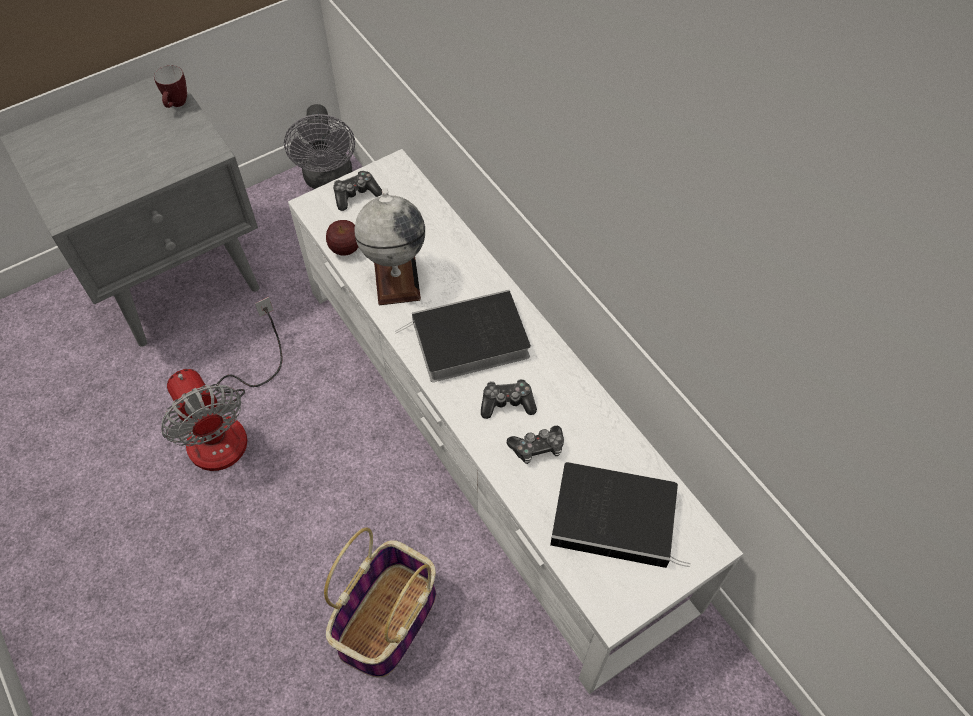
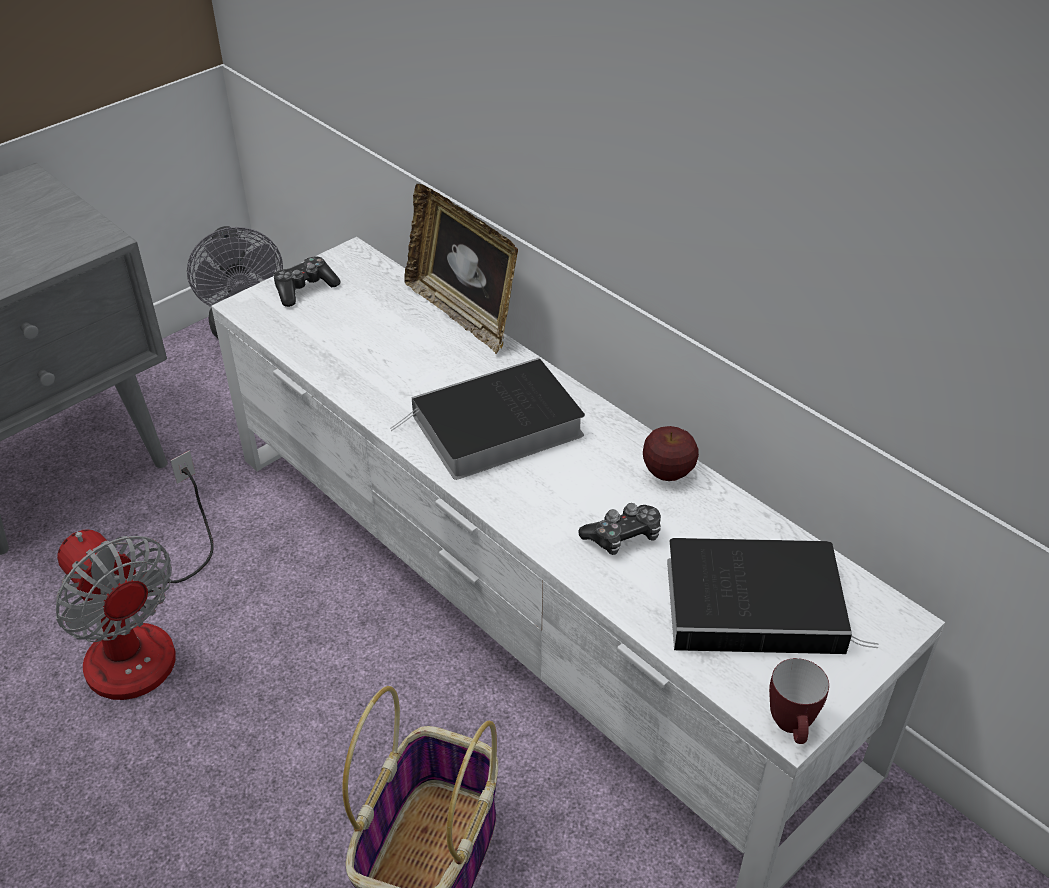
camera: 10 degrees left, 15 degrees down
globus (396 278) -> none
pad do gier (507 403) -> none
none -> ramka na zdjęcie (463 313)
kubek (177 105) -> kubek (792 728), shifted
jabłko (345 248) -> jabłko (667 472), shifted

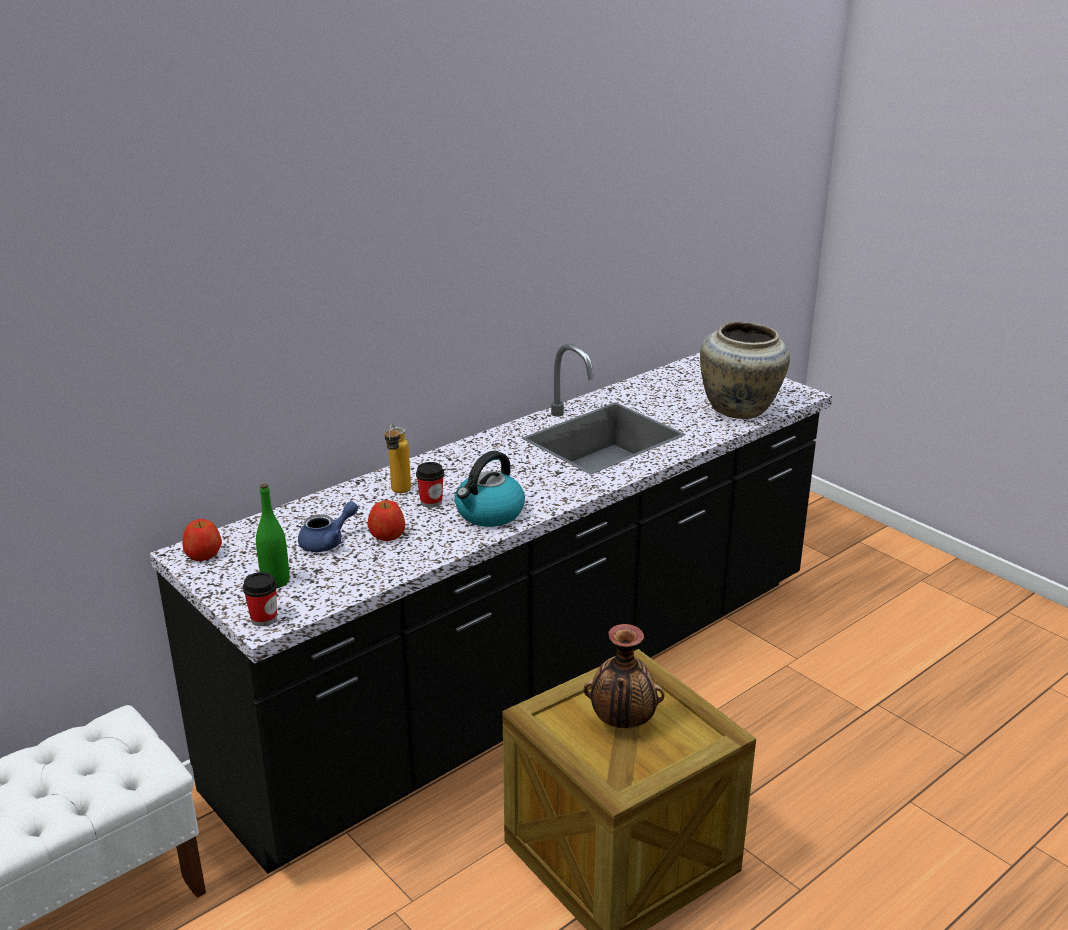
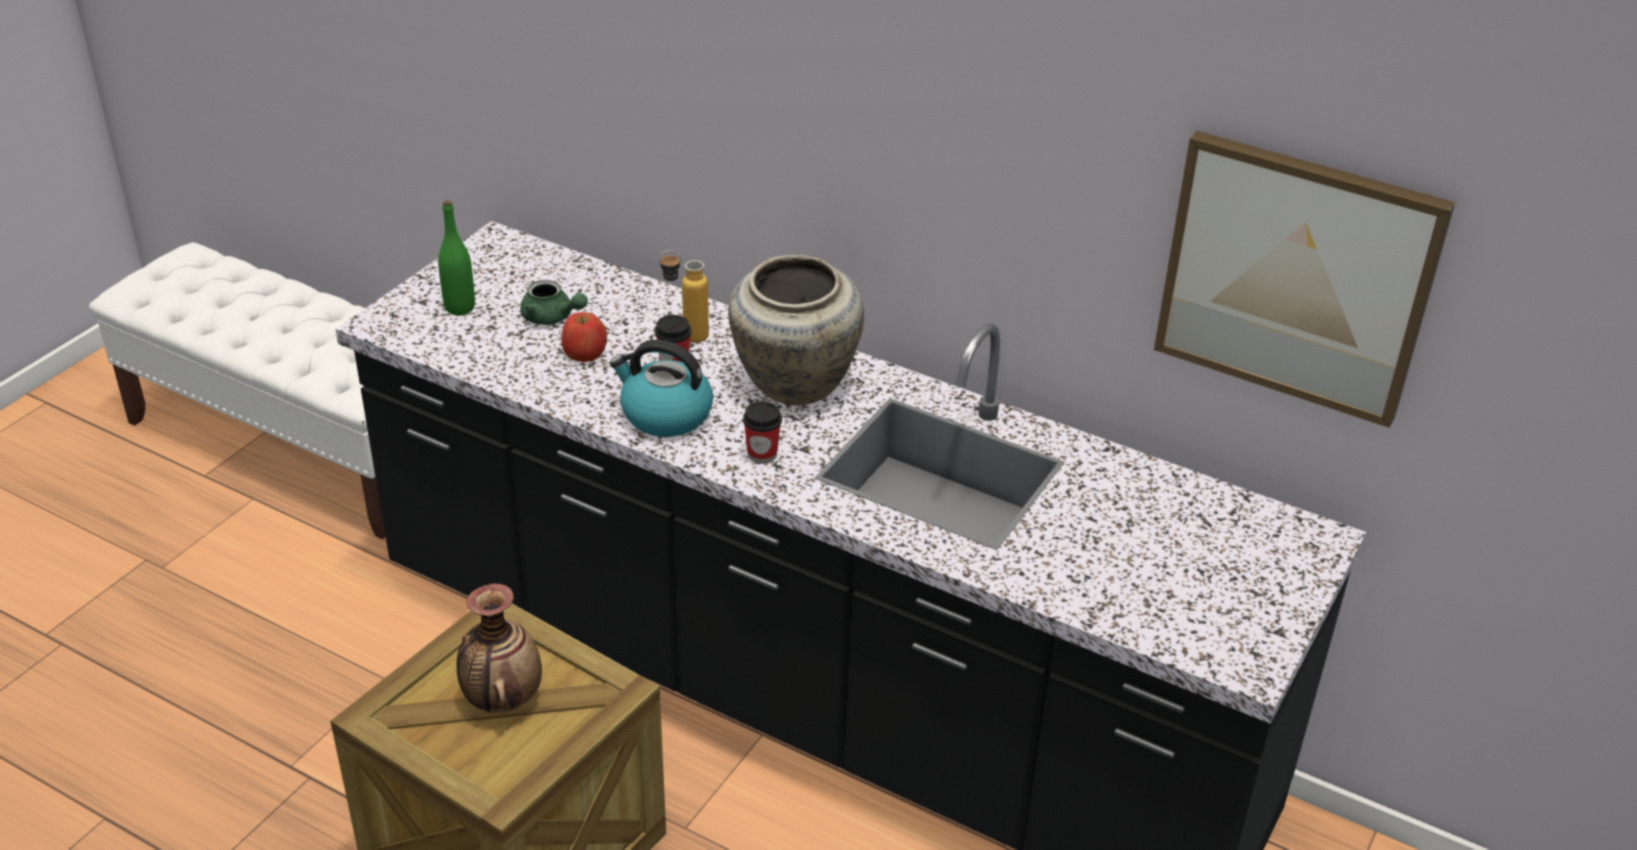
camera: 70 degrees right, 10 degrees up
jabłko (203 554) -> none
none -> obraz (1297 276)
filiżanka (264 618) -> filiżanka (762 454), shifted
wazon [beżowy] (740 410) -> wazon [beżowy] (793 385), shifted
imbryk [niebieski] (328 542) -> imbryk [zielony] (552 318)

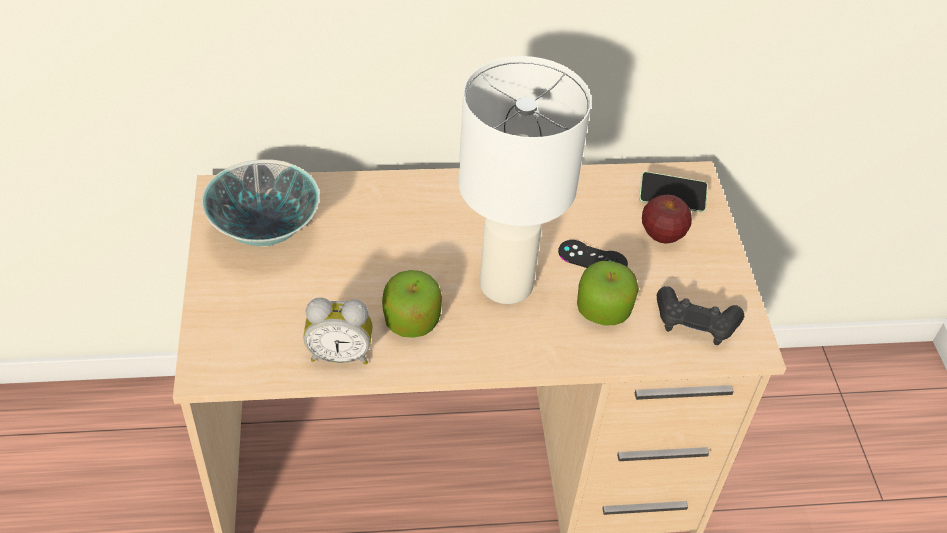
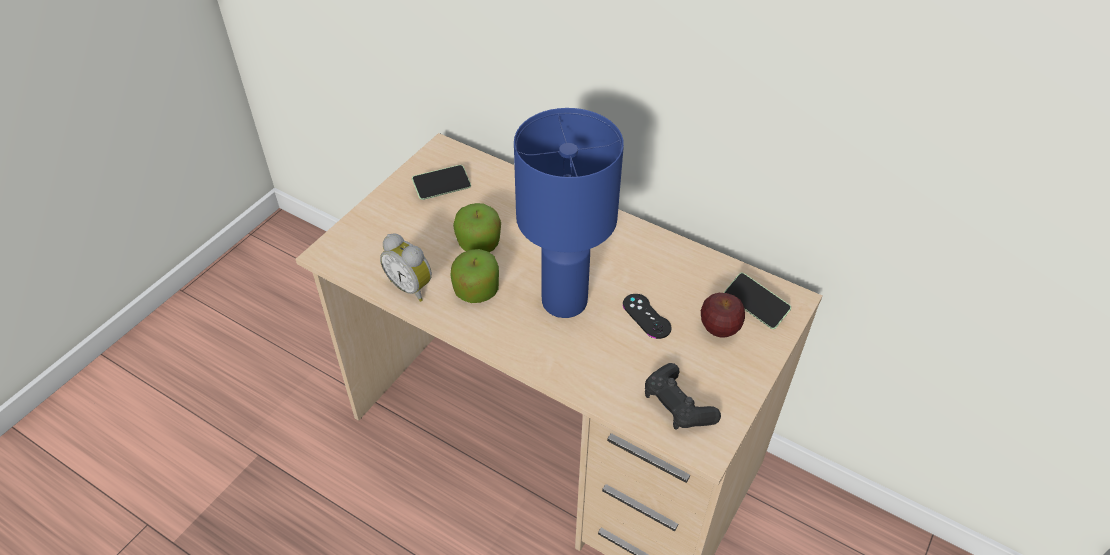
camera: 40 degrees right, 0 degrees up
jabłko (603 310) -> jabłko (479 243), shifted
miska (265 233) -> telefon (442 188)
lampa stołowa [biały] (508 284) -> lampa stołowa [niebieski] (565 301)

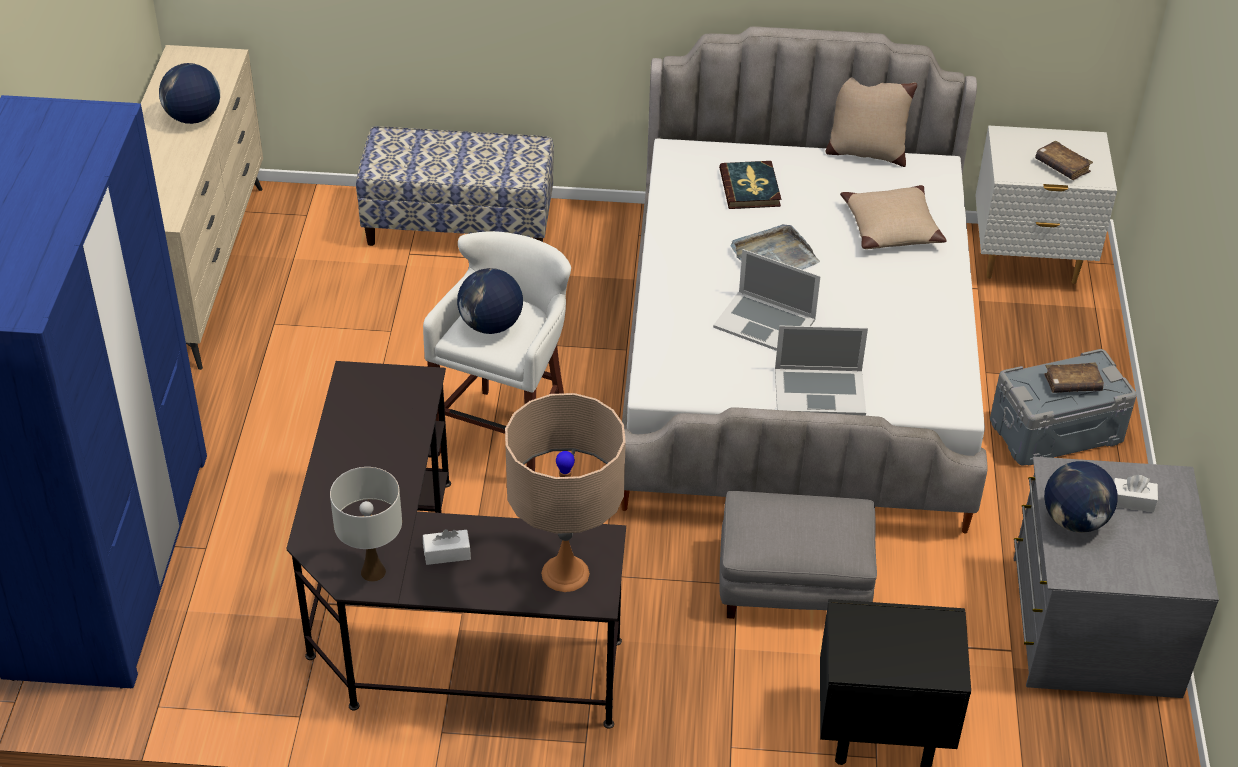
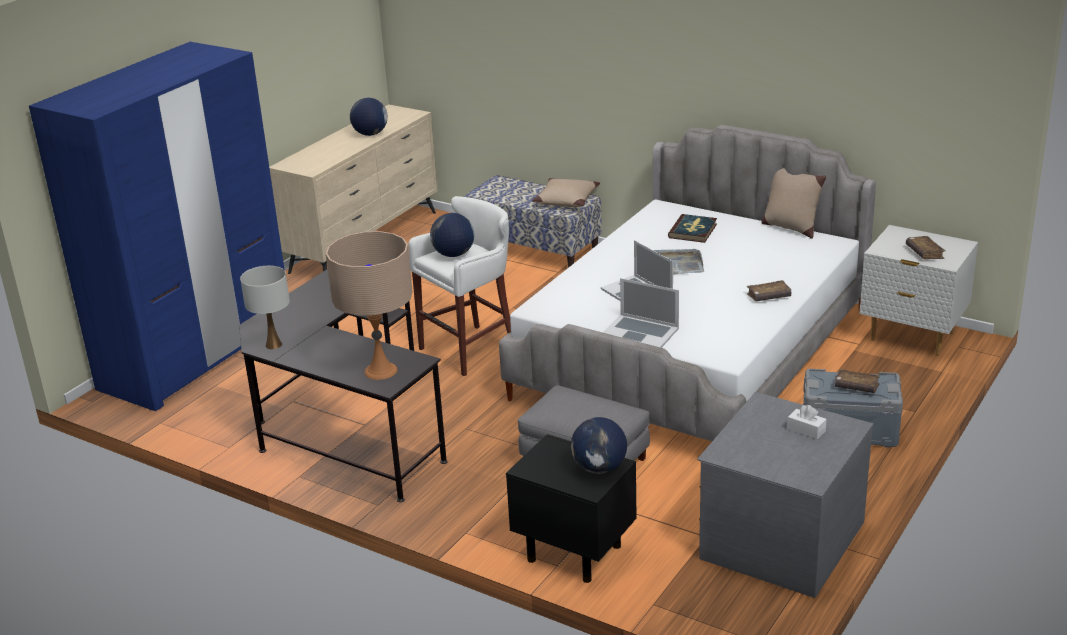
camera: 30 degrees right, 15 degrees down
pudełko chusteczek [biały] (447 553) -> none
none -> książka [brązowy] (769 296)
poduszka [beżowy] (891 227) -> poduszka [beżowy] (566 200), shifted
globus (1074 520) -> globus (599 468), shifted

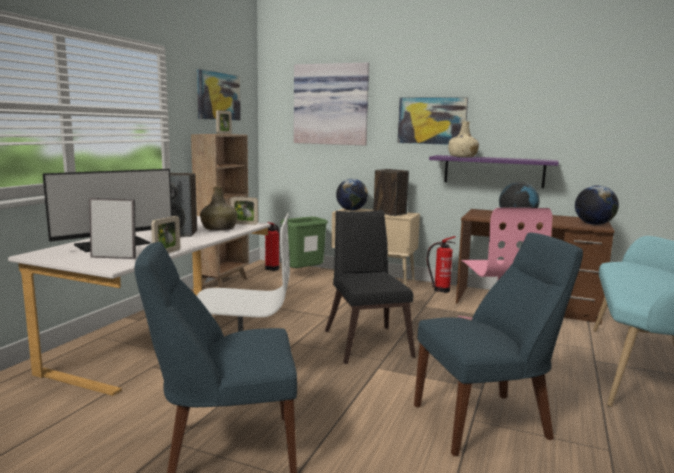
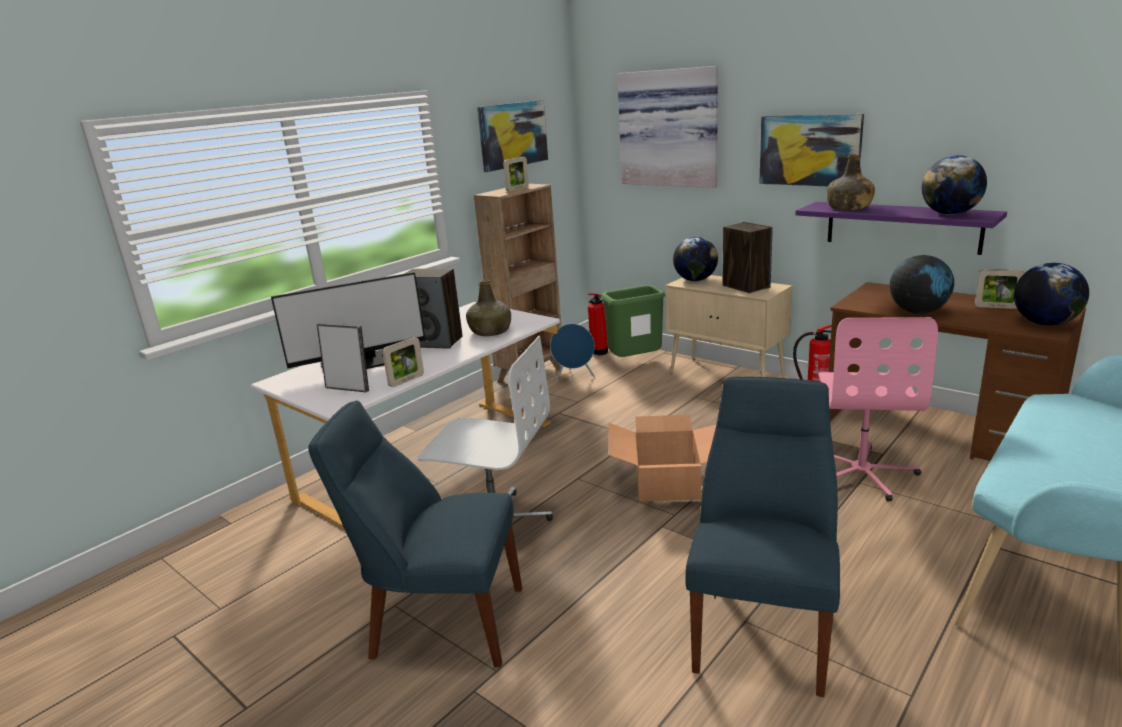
camera: 20 degrees right, 10 degrees up
none -> głośnik [niebieski] (574 378)
none -> globus (950 214)
ramka na zdjęcie (244 224) -> ramka na zdjęcie (996 307), shifted
krzesło [czarny] (367 341) -> karton (668 482)
butelka [beżowy] (462 156) -> butelka [zielony] (849 208)
krzesło [niebieski] (487 421) -> krzesło [niebieski] (763 626), 75 degrees counterclockwise

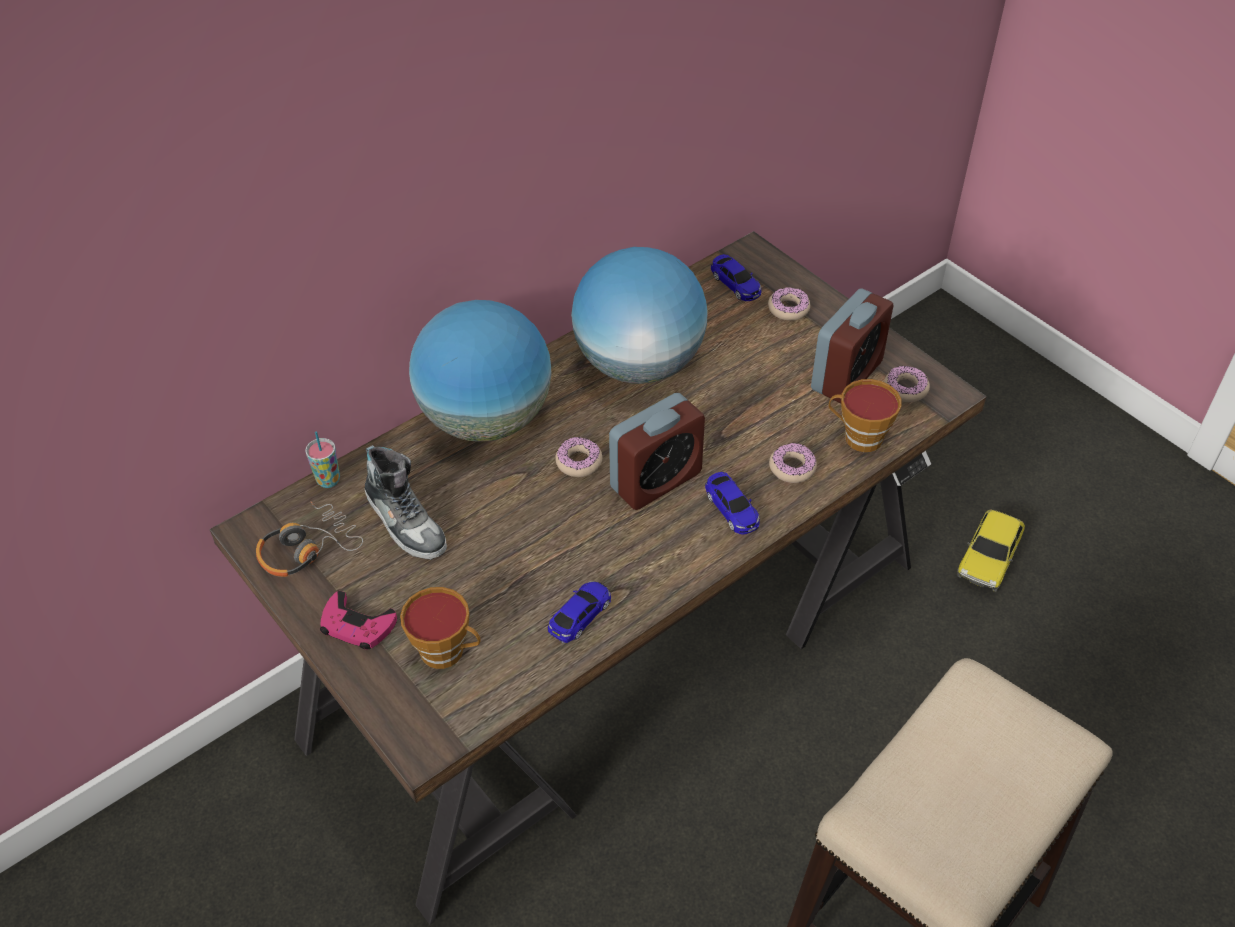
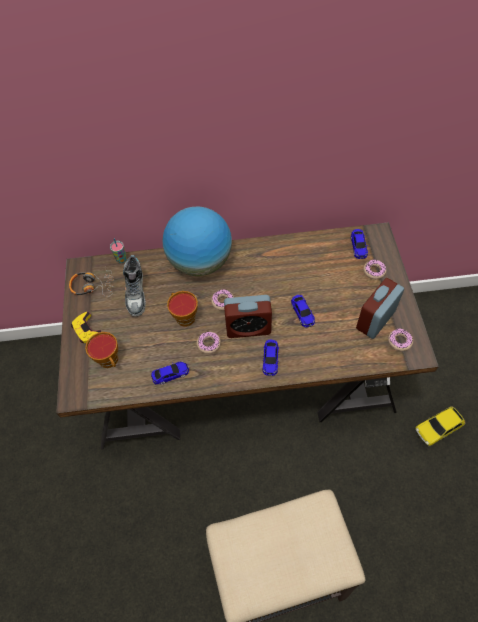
camera: 35 degrees right, 10 degrees up
globus (639 364) -> none
none -> samochodzik (302 313)
donut (792 468) -> donut (209 344), shifted
filiżanka (858 437) -> filiżanka (184 316), shifted
pad do gier [różowy] (357 625) -> pad do gier [żółty] (86 330)
budzik (846 376) -> budzik (375 320), 150 degrees clockwise

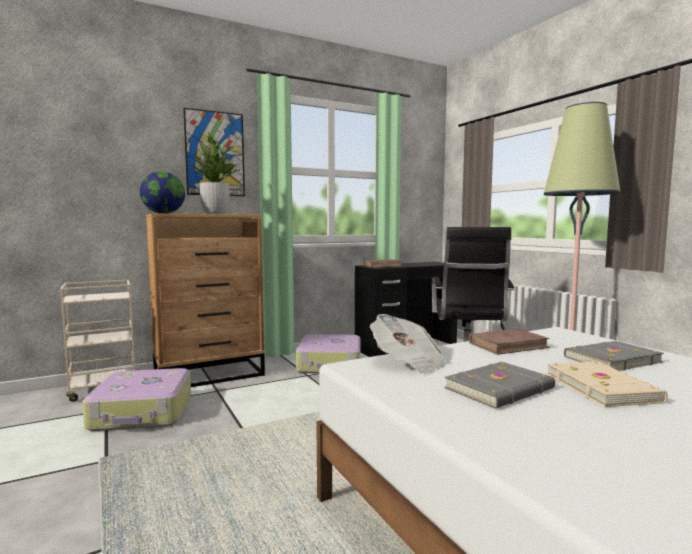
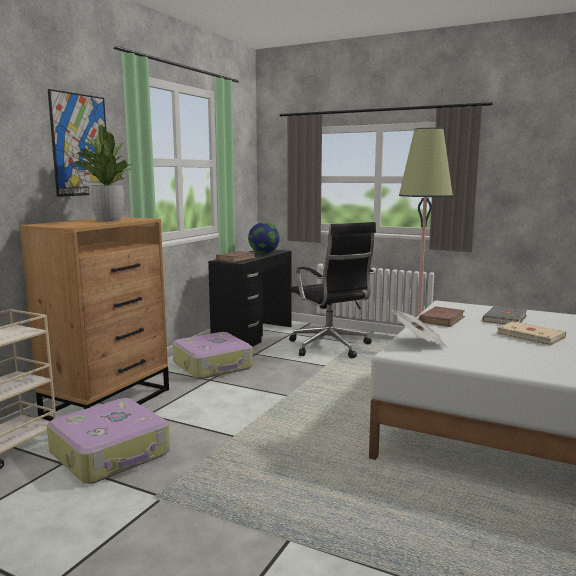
camera: 35 degrees left, 5 degrees up
książka [szary] (501 389) -> none
globus (163 213) -> globus (264 253), shifted

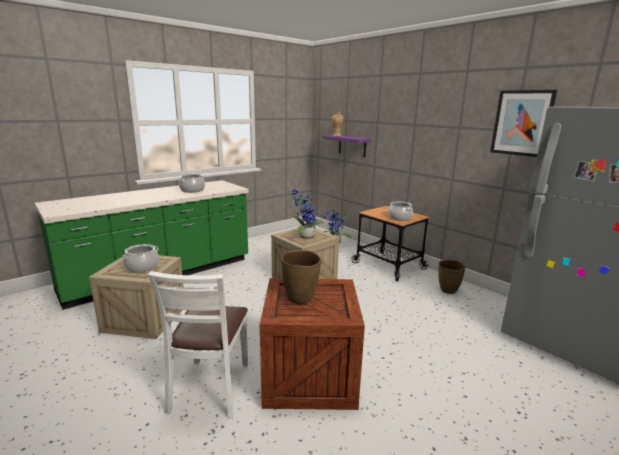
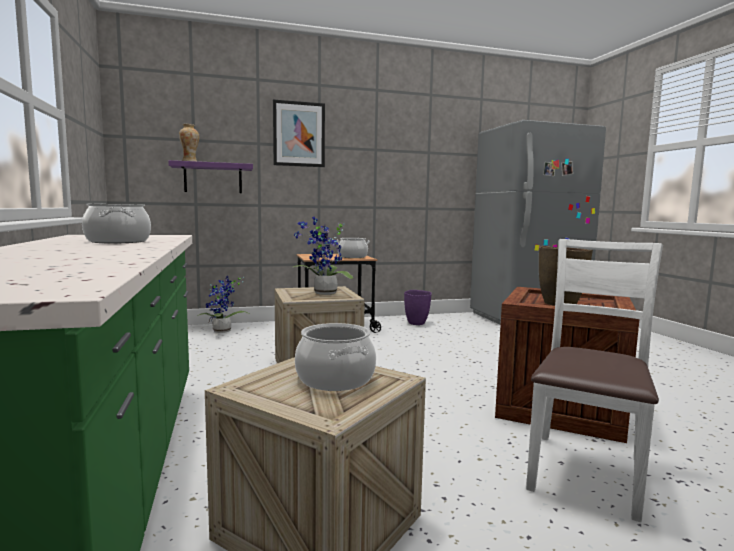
camera: 65 degrees left, 10 degrees down
obraz (522 123) -> obraz (299 134), shifted
wazon [brązowy] (448 290) -> wazon [fioletowy] (416 323)
krzesło [biały] (210 387) -> krzesło [biały] (586 472), 90 degrees counterclockwise

